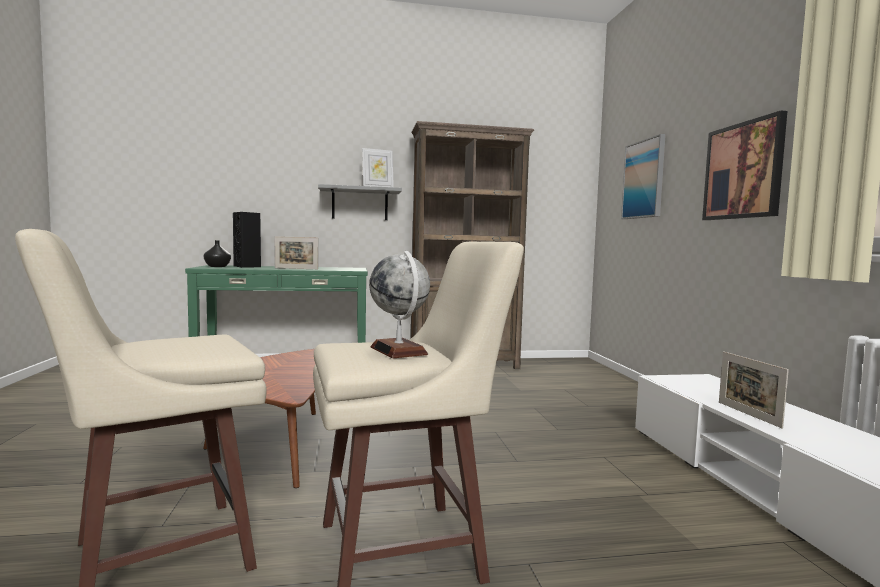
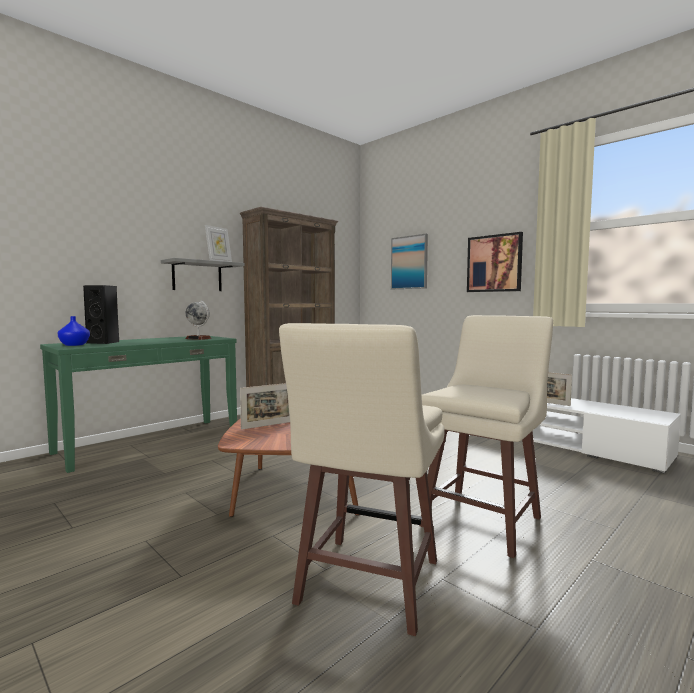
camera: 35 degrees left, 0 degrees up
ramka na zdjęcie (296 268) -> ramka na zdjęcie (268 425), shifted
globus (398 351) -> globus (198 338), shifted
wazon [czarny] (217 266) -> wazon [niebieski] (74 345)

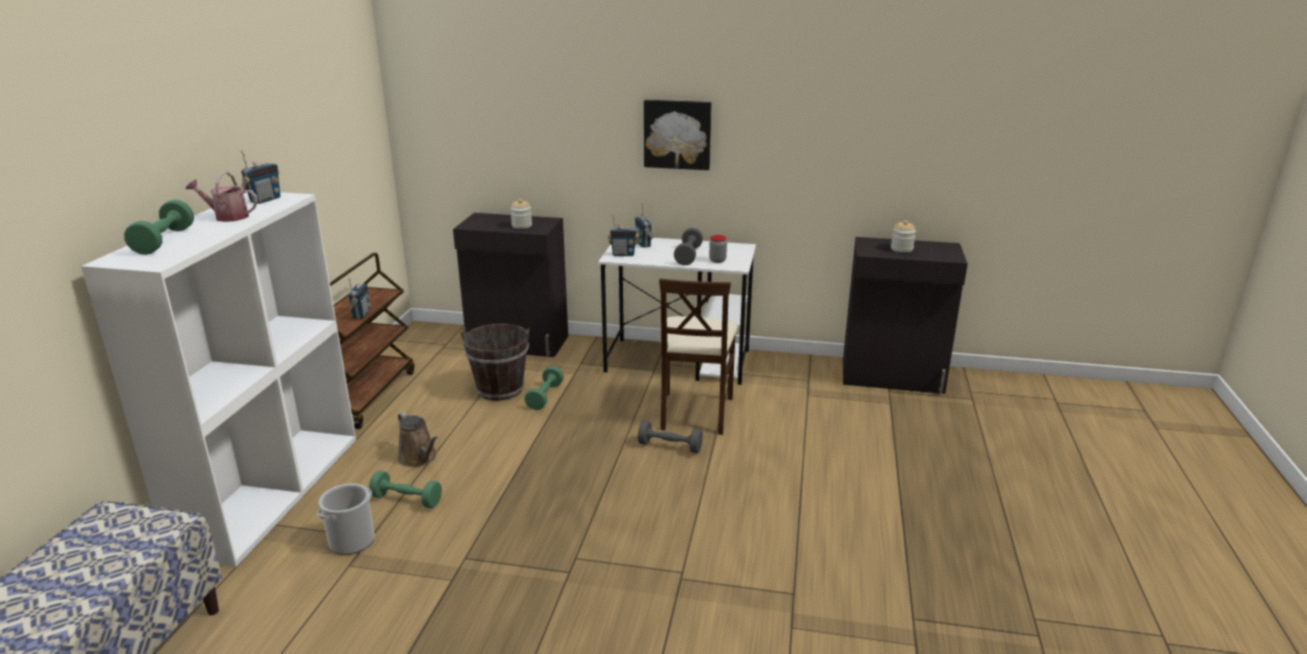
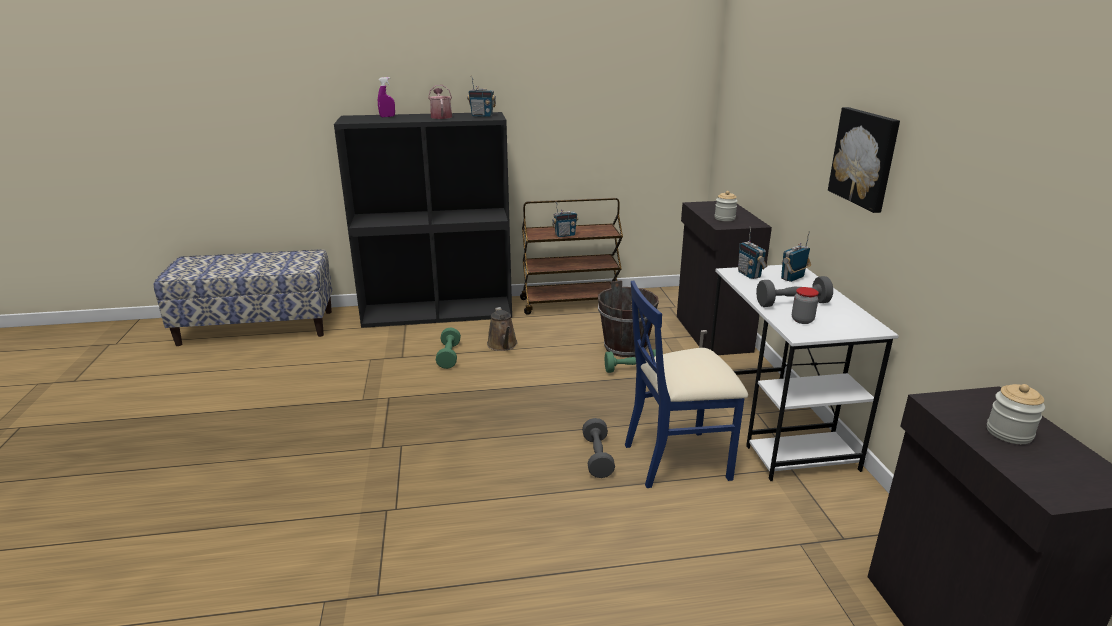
camera: 70 degrees right, 0 degrees up
wiadro (352 541) -> none
hantel [zielony] (164 241) -> spryskiwacz [fioletowy] (387 116)
regał [biały] (271 491) -> regał [czarny] (439 312)
krzesło [beżowy] (695 412) -> krzesło [niebieski] (677 459)
konewka [brązowy] (419 458) -> konewka [brązowy] (503 345), 45 degrees counterclockwise

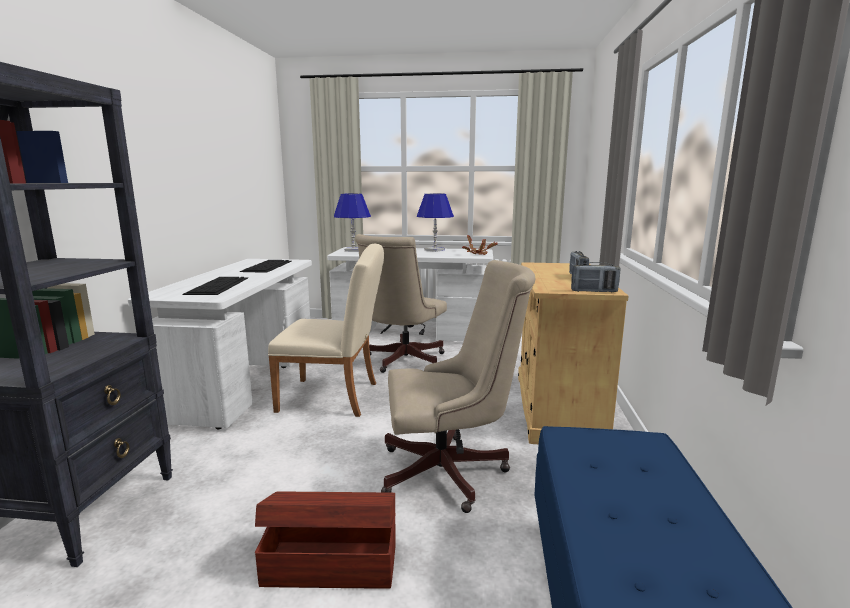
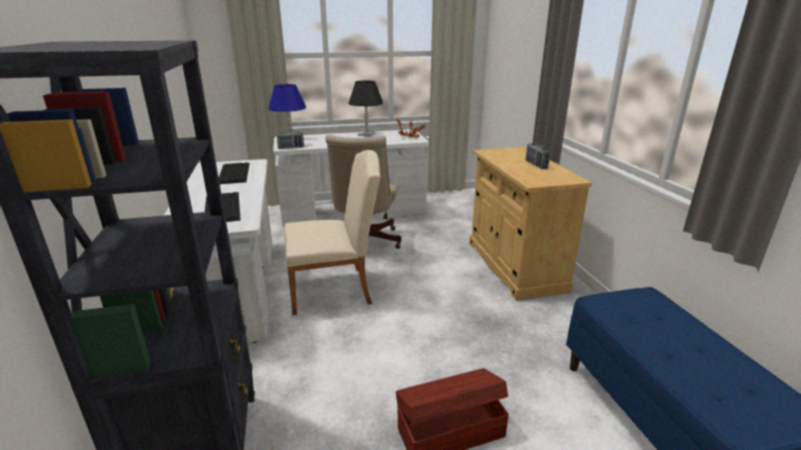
camera: 20 degrees left, 10 degrees up
krzesło biurowe [beżowy] (451 472) -> none
radio (594 291) -> radio (291 148), shifted
lampa stołowa [niebieski] (434 250) -> lampa stołowa [czarny] (366 134)

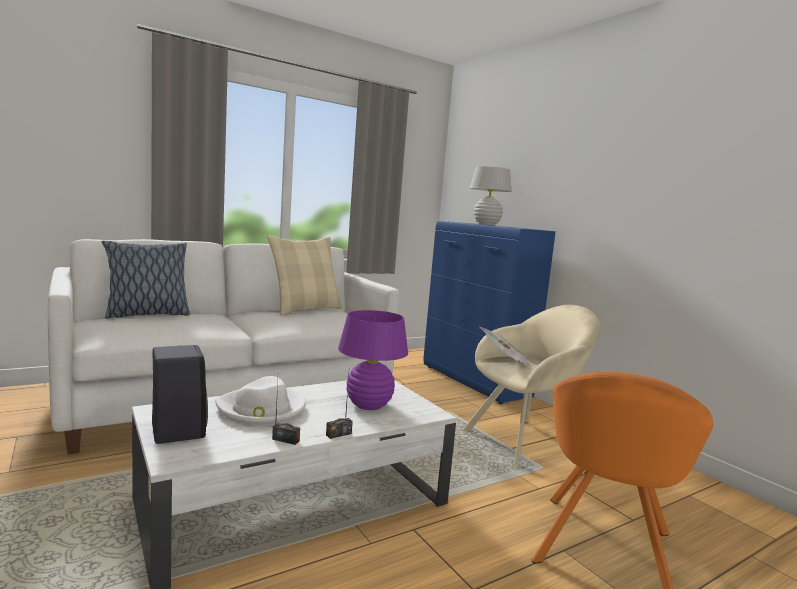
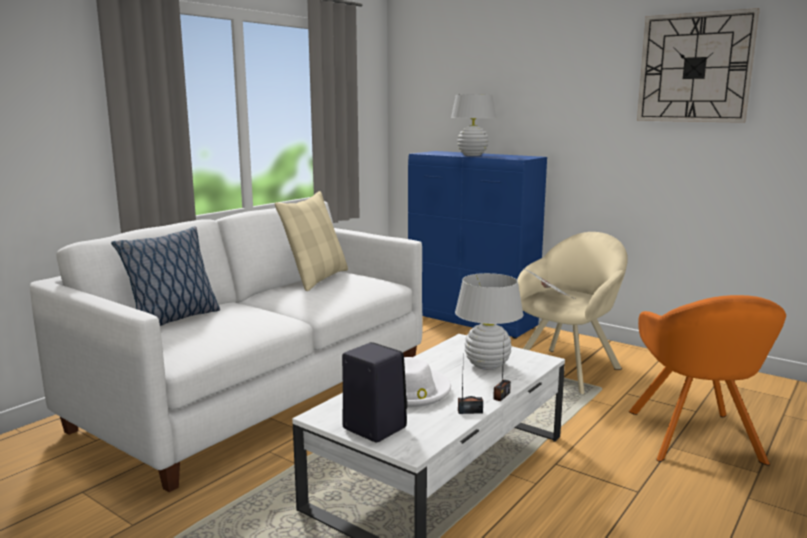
camera: 20 degrees left, 5 degrees up
none -> zegar ścienny (695 68)
lampa stołowa [fioletowy] (369 405) -> lampa stołowa [biały] (487 365)

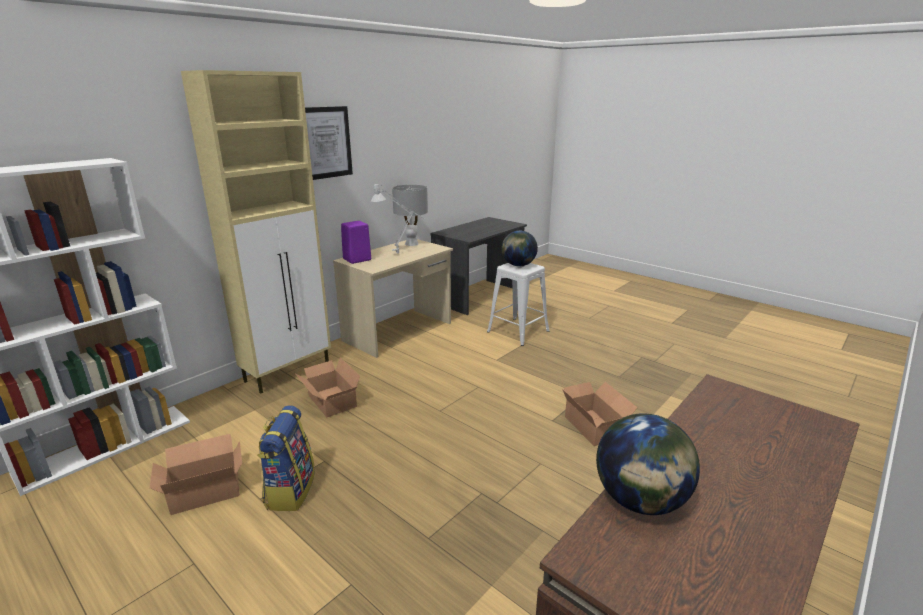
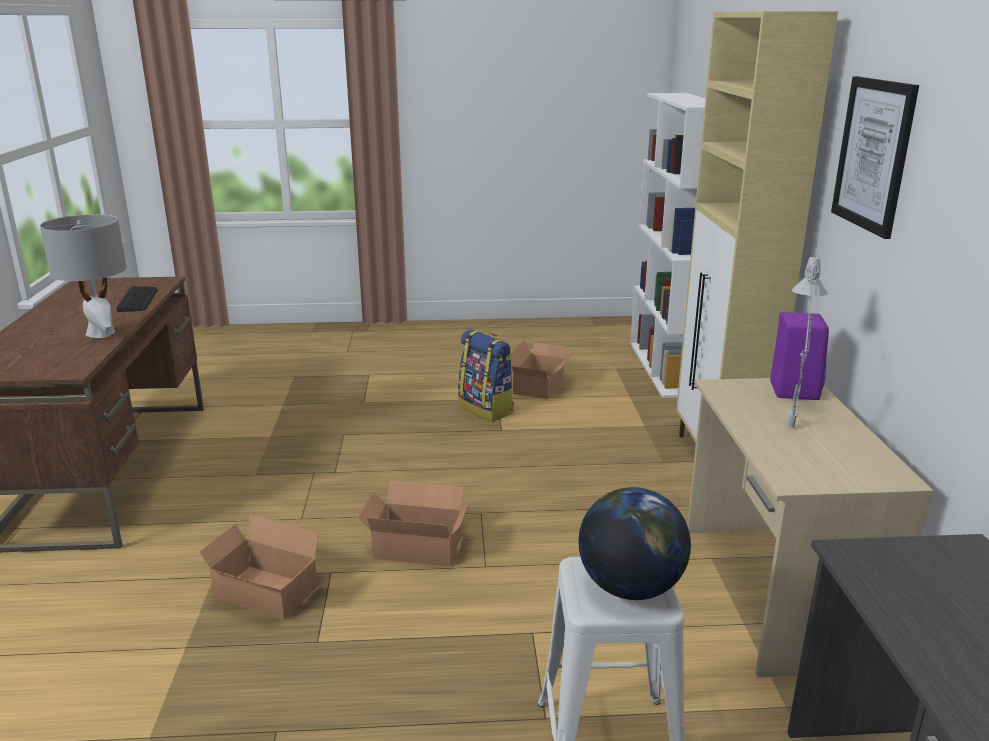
camera: 135 degrees right, 0 degrees up
karton (330 402) -> karton (416 545), shifted
lampa stołowa [szary] (411 243) -> lampa stołowa [szary] (101 333), shifted
globus (640 501) -> klawiatura (138 300)

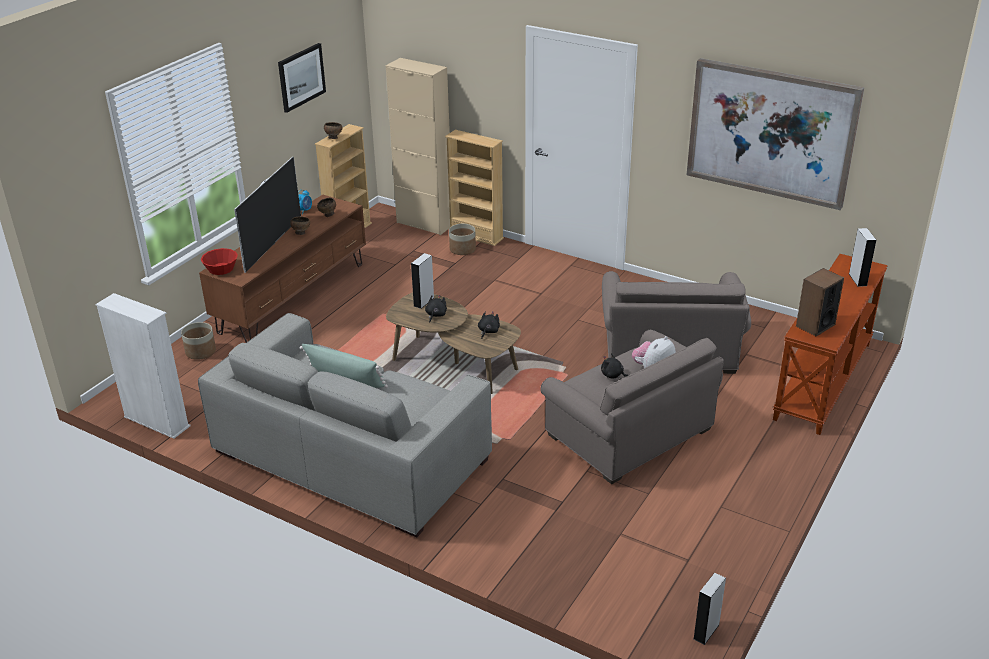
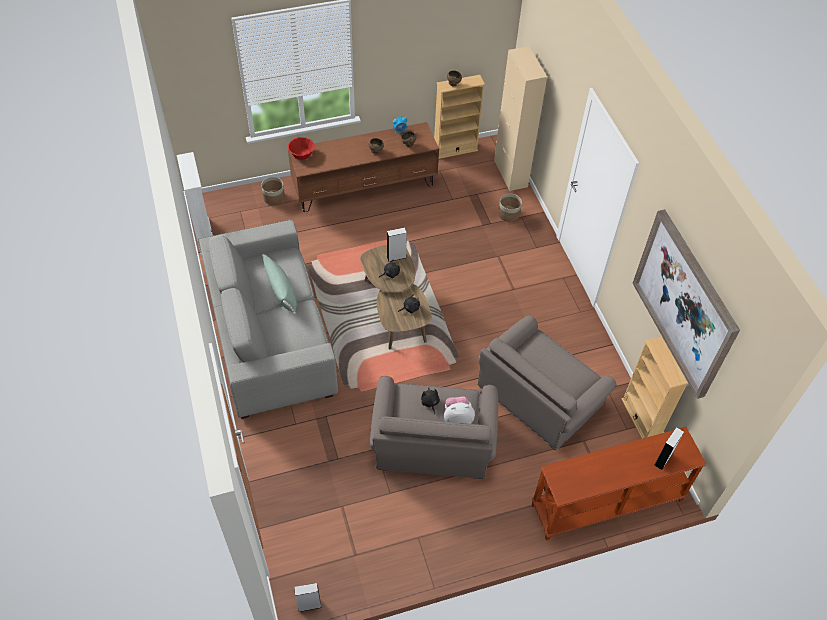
camera: 40 degrees right, 20 degrees up
telewizor (273 243) -> none
obraz (301 77) -> none
głośnik (815 325) -> none
regał [beżowy] (476 235) -> regał [beżowy] (640 418), shifted

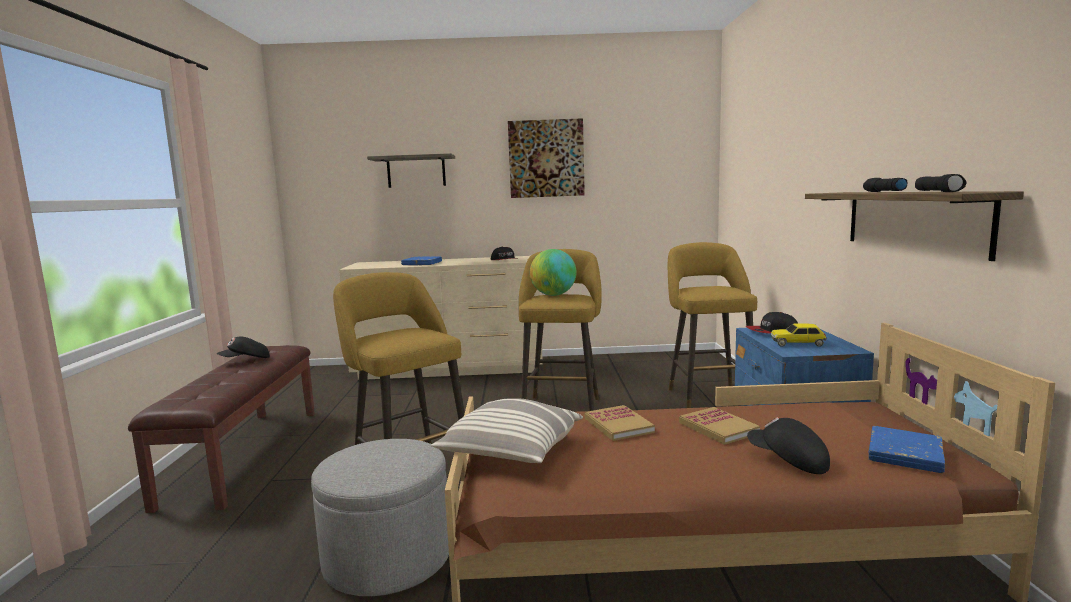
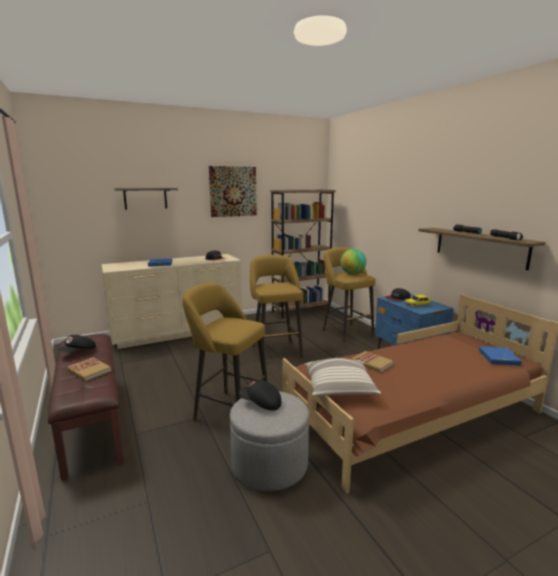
camera: 25 degrees left, 5 degrees up
none -> regał [brązowy] (300 311)
globus (553 295) -> globus (352 274), shifted
książka (718 428) -> książka (89 371), shifted
czapka z daszkiem [czarny] (788 461) -> czapka z daszkiem [czarny] (260 403), shifted

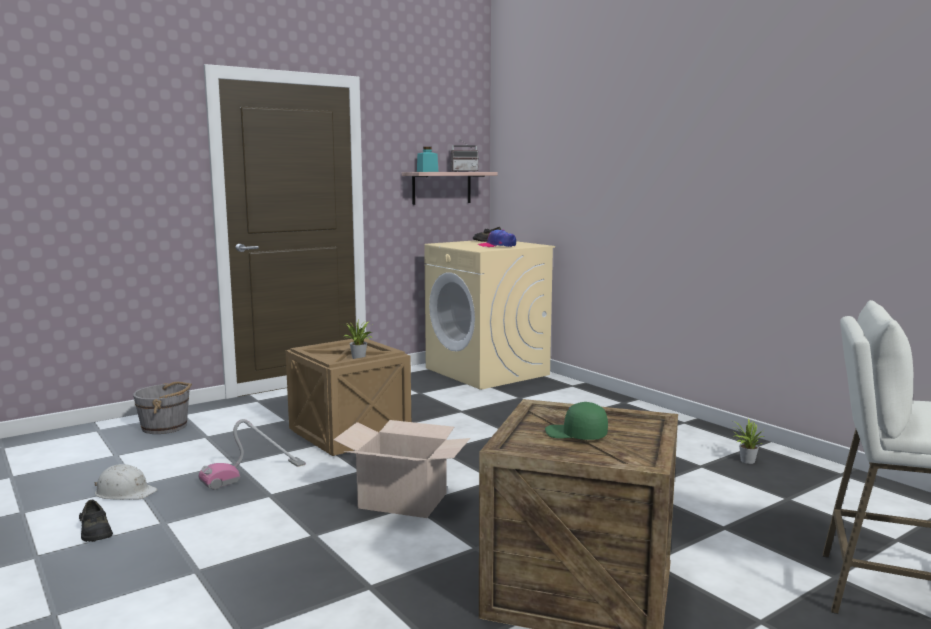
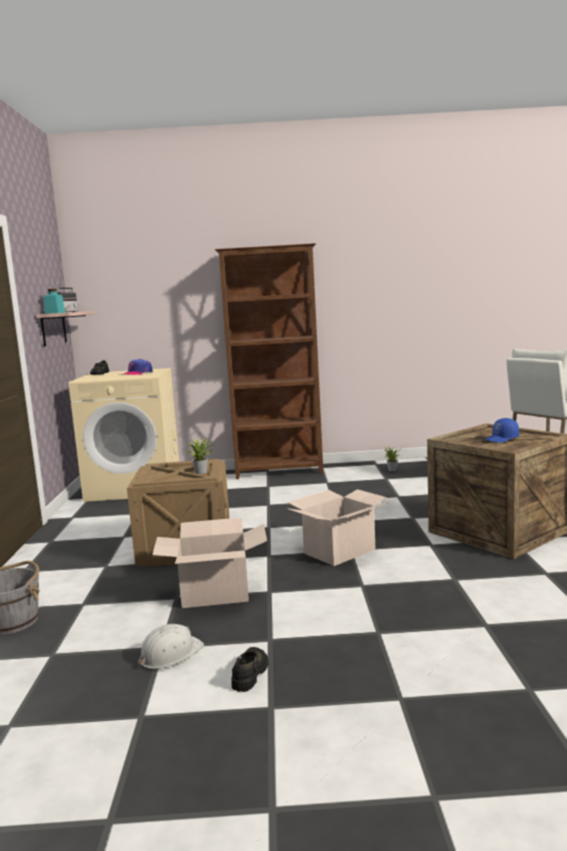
camera: 55 degrees left, 0 degrees up
none -> regał [brązowy] (280 472)
odkurzacz (254 474) -> karton (215 593)
czapka z daszkiem [zielony] (575 435) -> czapka z daszkiem [niebieski] (501 439)
but [czarny] (95 532) -> but [czarny] (250 673), 75 degrees counterclockwise

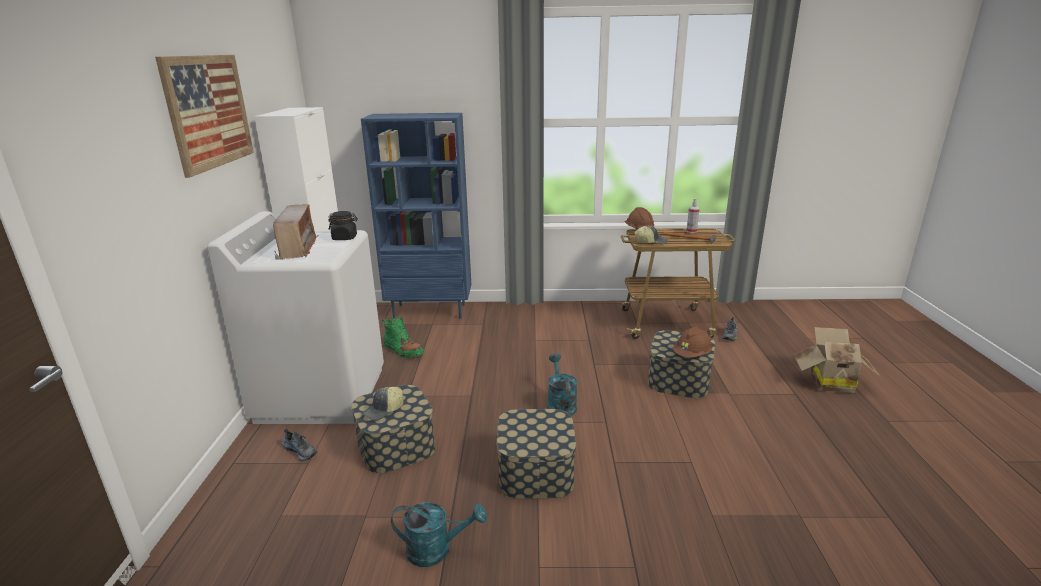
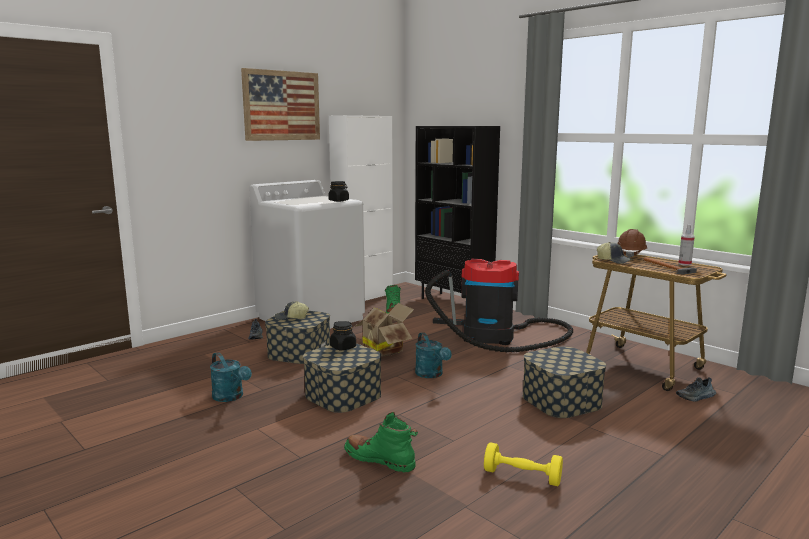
camera: 45 degrees right, 10 degrees down
radio (298 248) -> none
kask [brązowy] (692 355) -> none
none -> słoik [czarny] (343 347)
none -> but z cholewką [zielony] (380 460)
none -> odkurzacz (494 337)
none -> hantel [żółty] (522 476)
karton (828 382) -> karton (385 350), shifted
regał [niebieski] (430 311) -> regał [czarny] (454 302)
konewka [turkusowy] (560 404) -> konewka [turkusowy] (431 374), 120 degrees clockwise

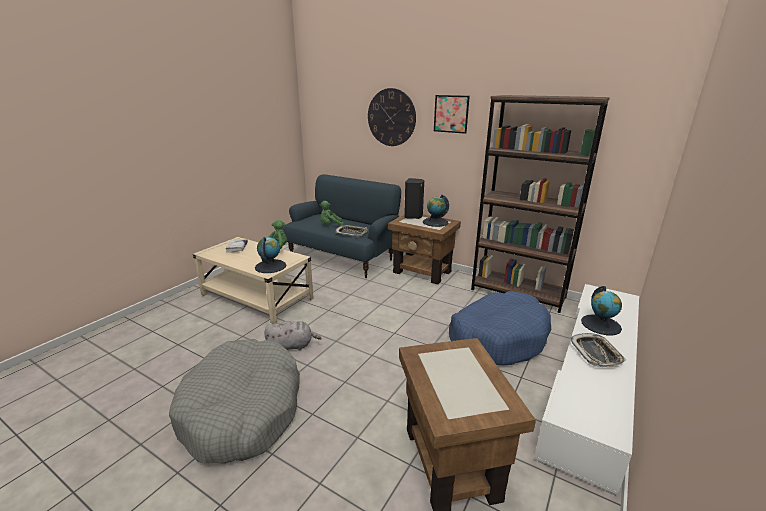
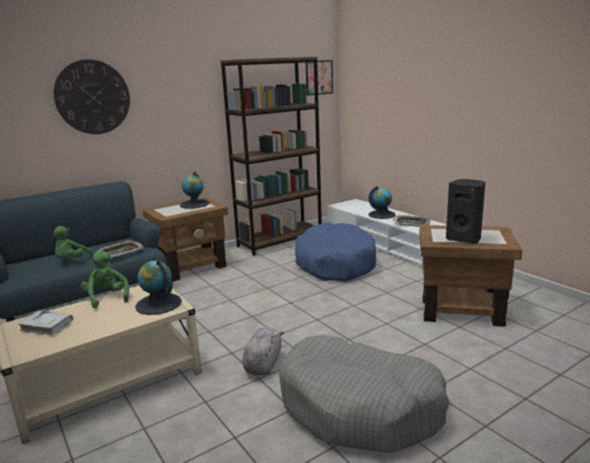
camera: 65 degrees left, 5 degrees down
głośnik [czarny] (413 216) -> głośnik [czarny] (464 239), shifted
obraz (451 114) -> obraz (319 77), shifted

